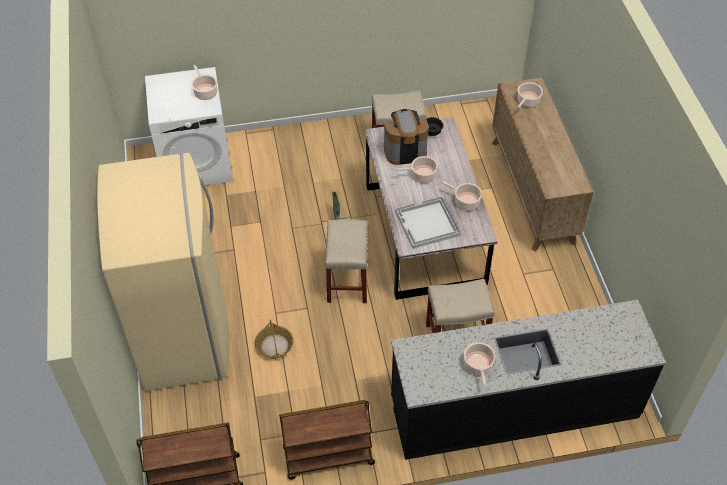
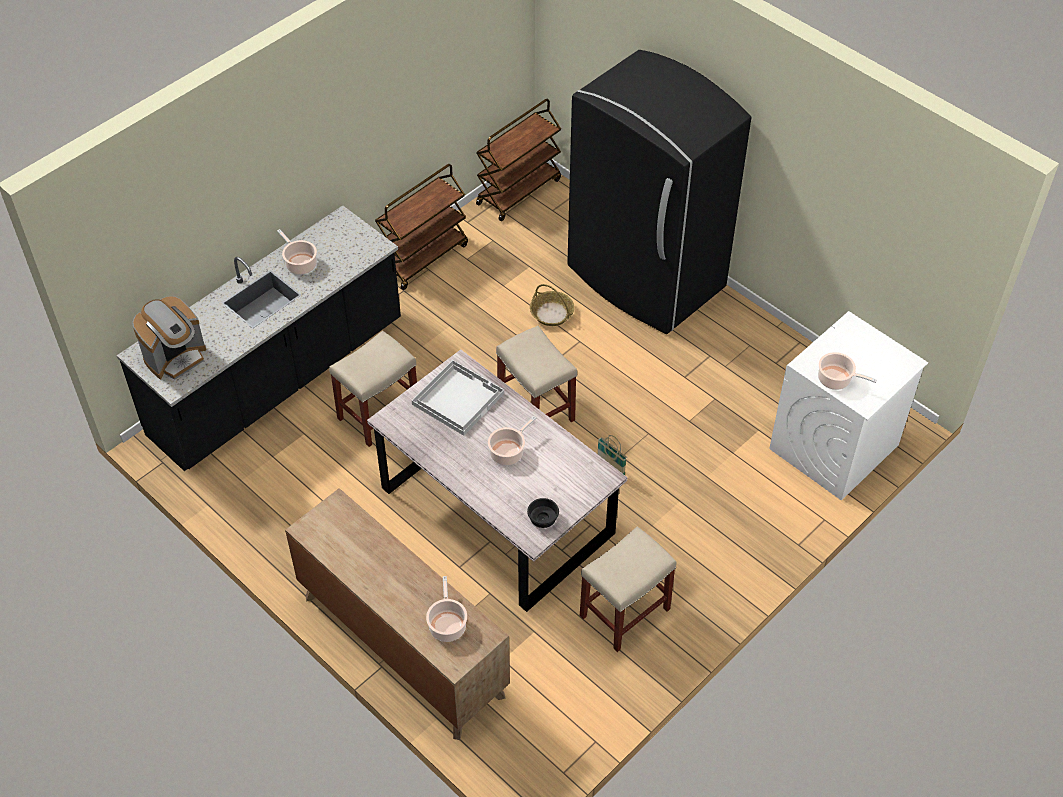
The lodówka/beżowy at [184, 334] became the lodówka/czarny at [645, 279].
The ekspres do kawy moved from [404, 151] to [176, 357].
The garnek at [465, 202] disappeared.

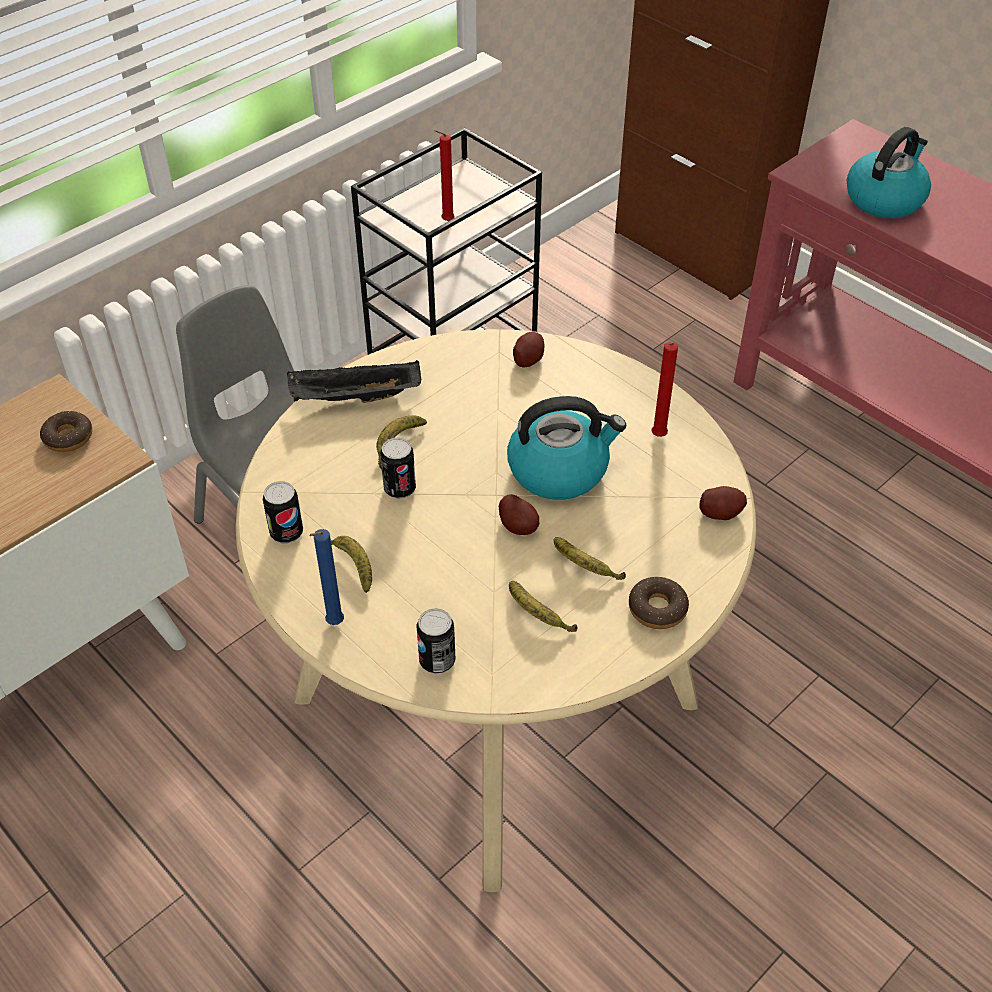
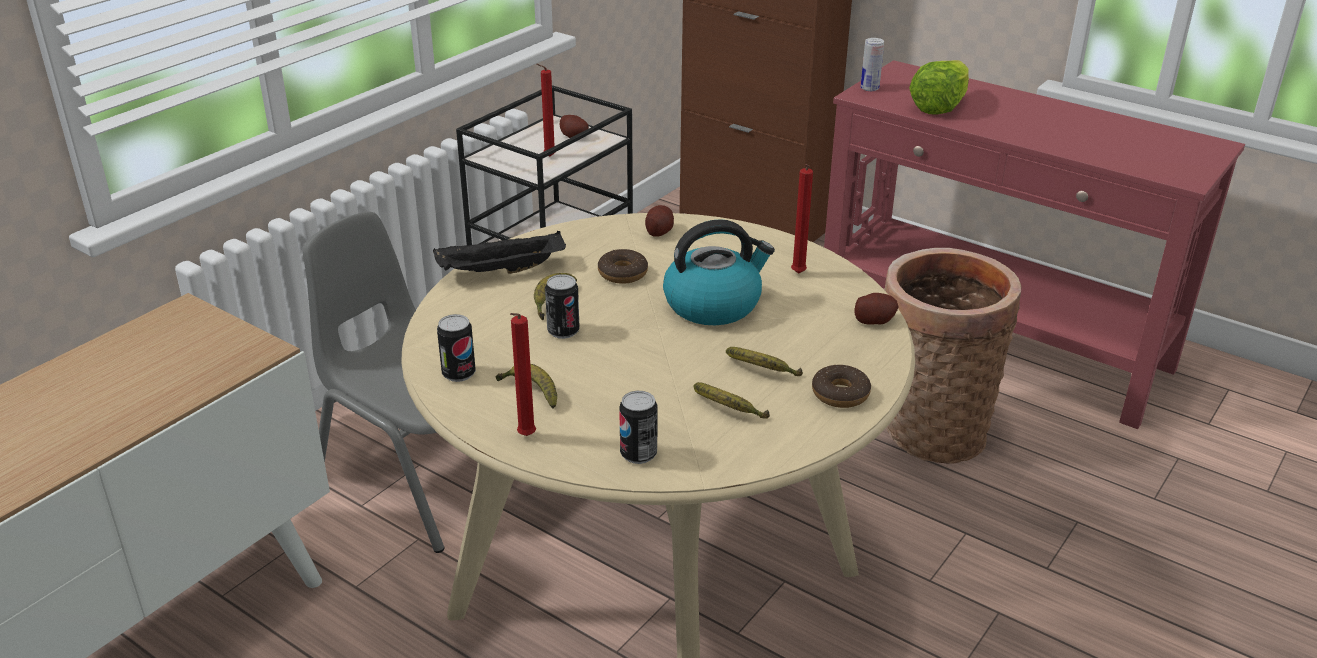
The donut moved from [68, 437] to [622, 273].
The świeca/niebieski at [333, 624] became the świeca/czerwony at [525, 437].
The ziemniak moved from [519, 526] to [574, 136].
The czajnik at [884, 199] was replaced by the sałata at [939, 106].
The puszka at [869, 88] appeared.
The koszyk at [929, 430] appeared.

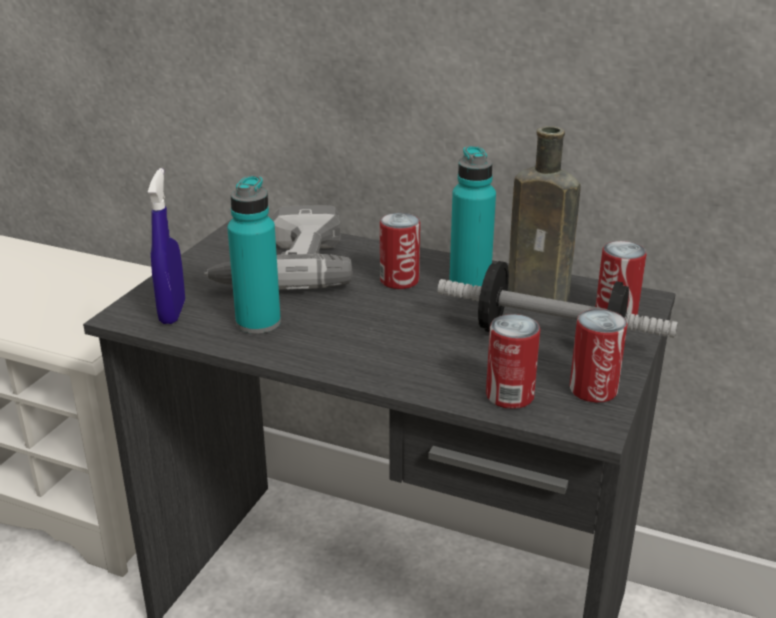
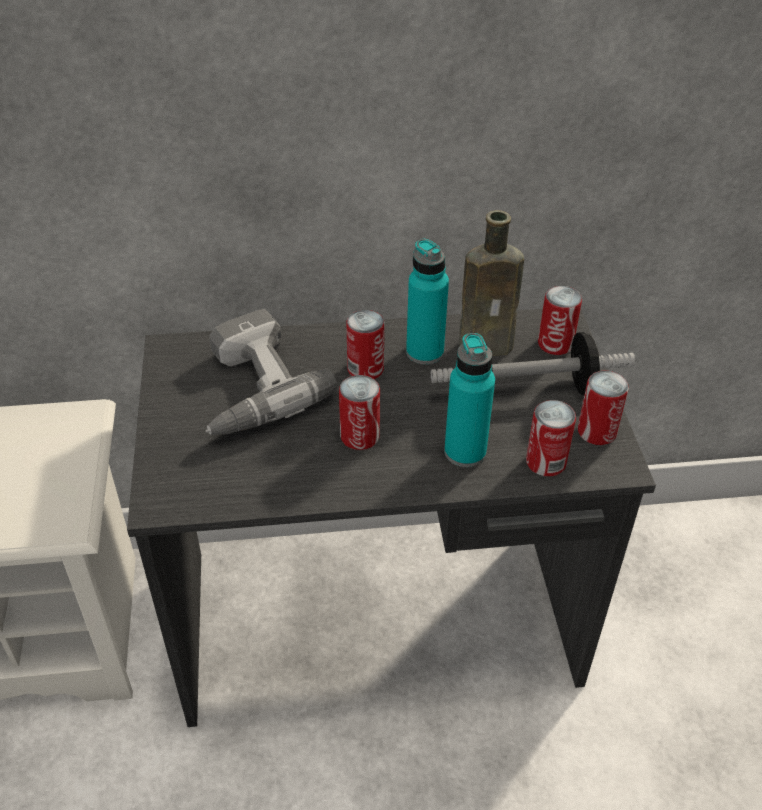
The spryskiwacz/niebieski at [172, 312] disappeared.
The butelka/turkusowy moved from [258, 323] to [465, 452].
The puszka at [360, 436] appeared.

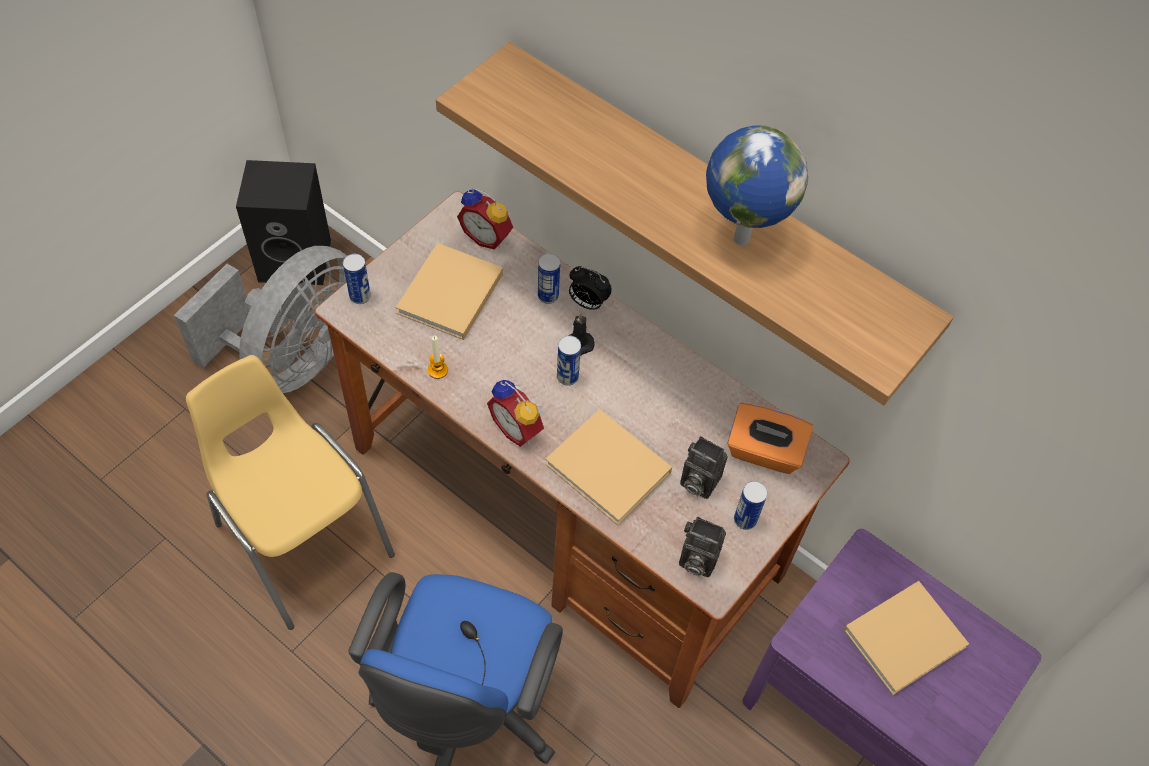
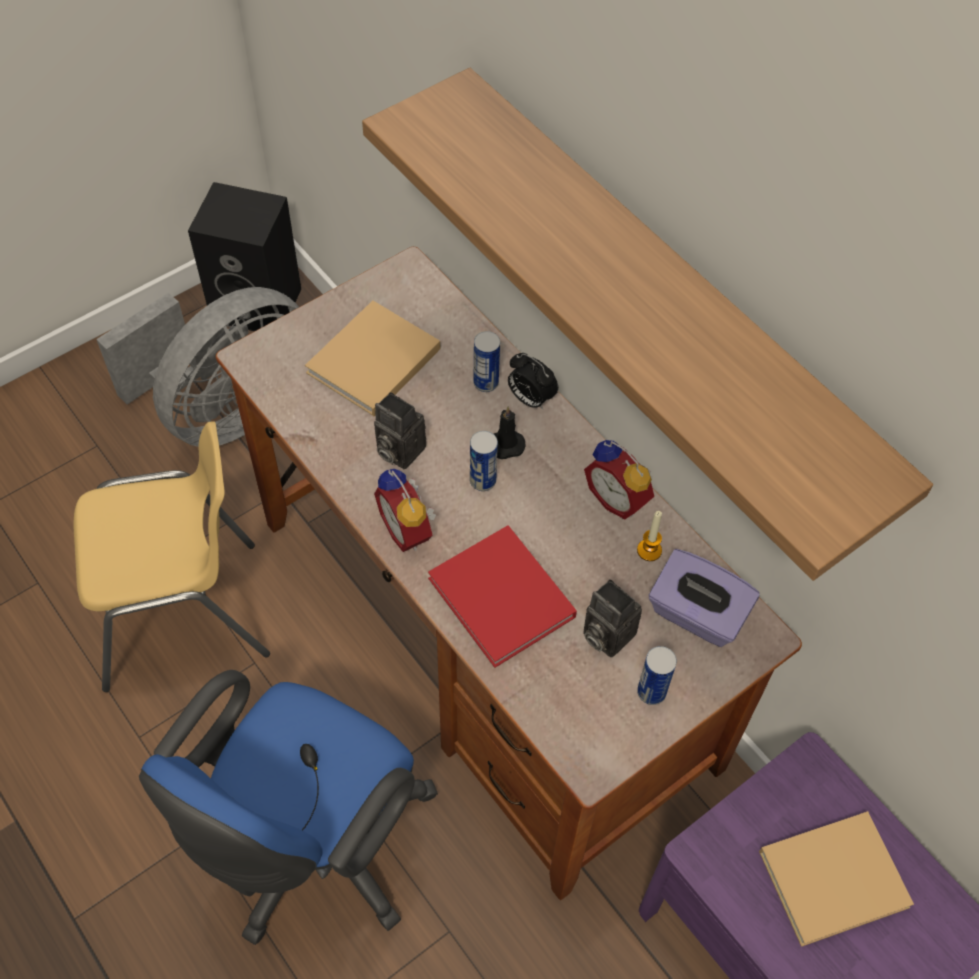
The krzesło/żółty at [302, 539] turned 105 degrees clockwise.
The puszka at [360, 296] disappeared.
The świeca moved from [438, 370] to [649, 550].
The budzik moved from [488, 236] to [619, 498].
The książka/beżowy at [610, 470] became the książka/czerwony at [503, 601].
The aparat fotograficzny moved from [696, 559] to [397, 450].
The globus at [739, 238] disappeared.
The pudełko chusteczek/pomarańczowy at [764, 452] became the pudełko chusteczek/fioletowy at [696, 614].

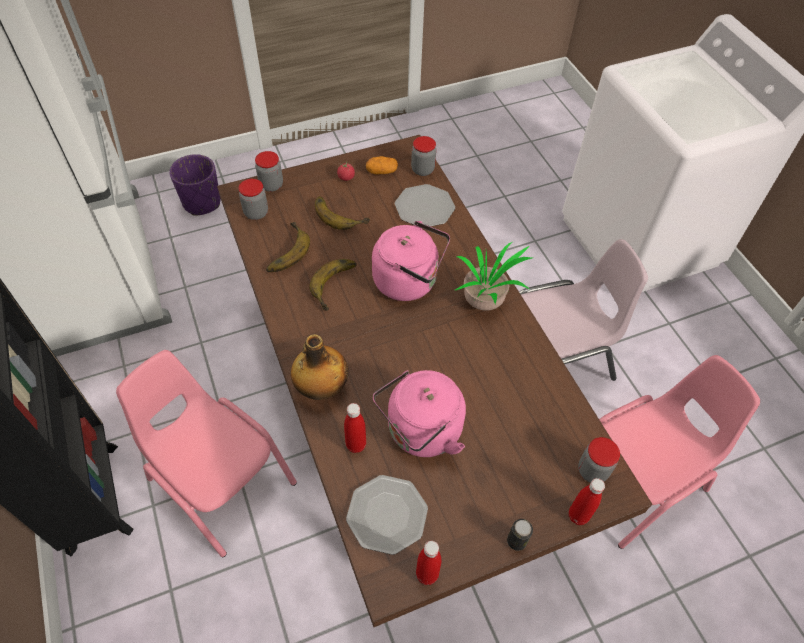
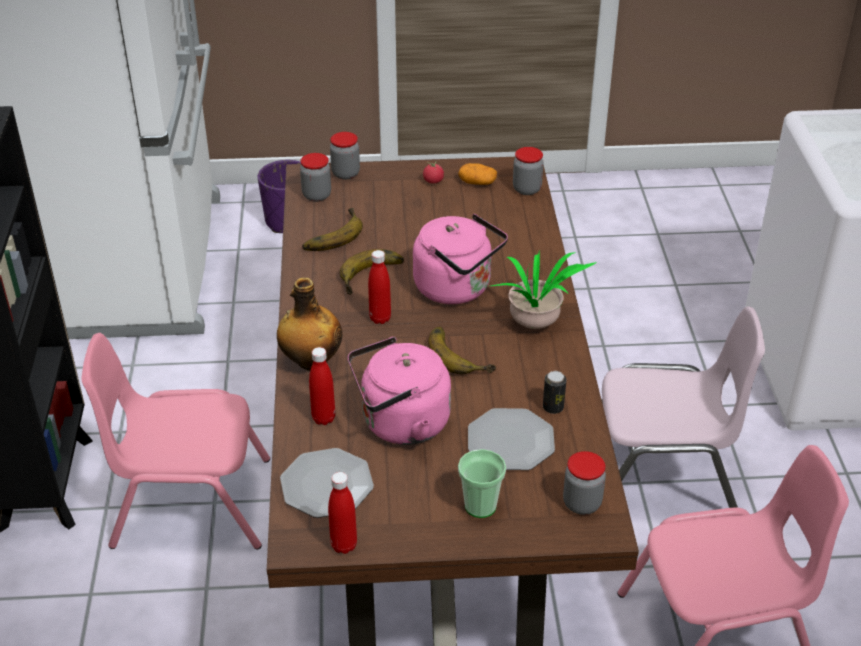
The krzesło/różowy at [220, 481] turned 60 degrees counterclockwise.
The banan moved from [340, 213] to [460, 354].
The talerz moved from [424, 207] to [510, 441].
The puszka moved from [516, 541] to [553, 407].
The butelka/czerwony moved from [578, 516] to [380, 318].
The filiżanka at [480, 506] appeared.

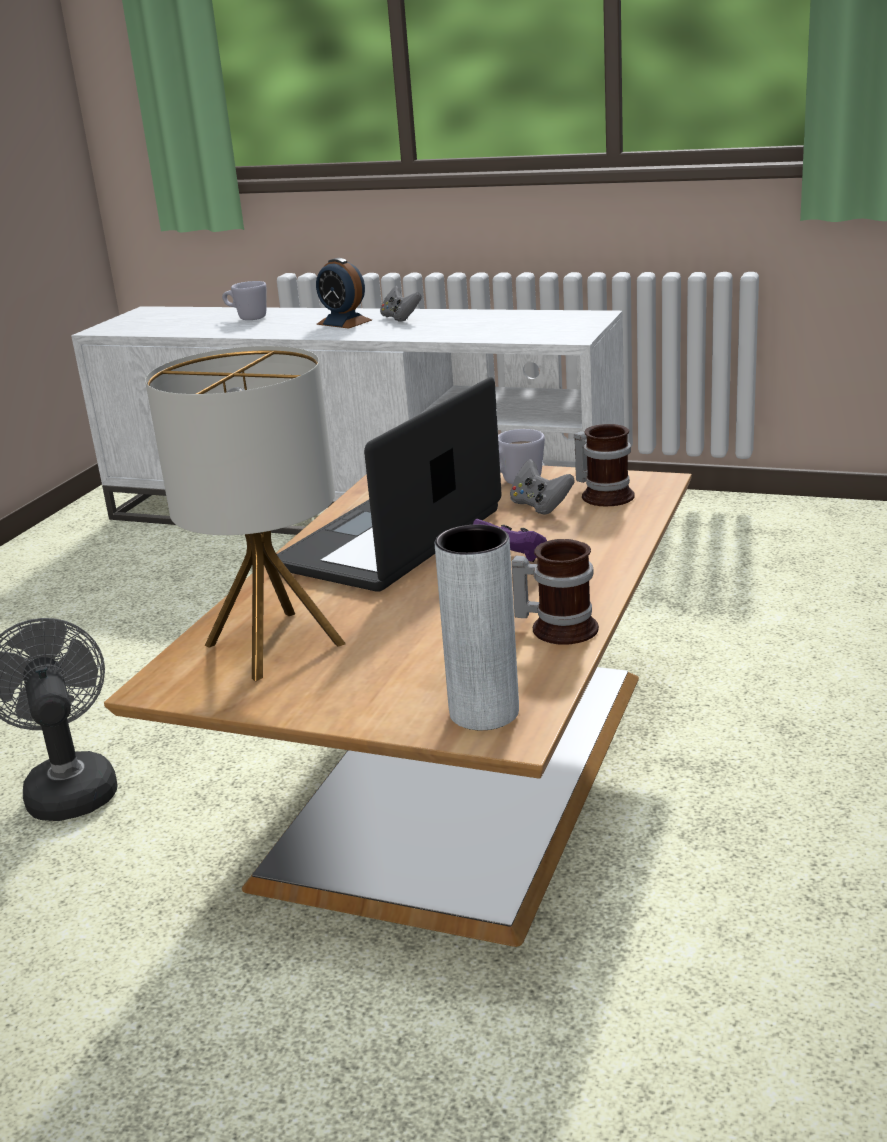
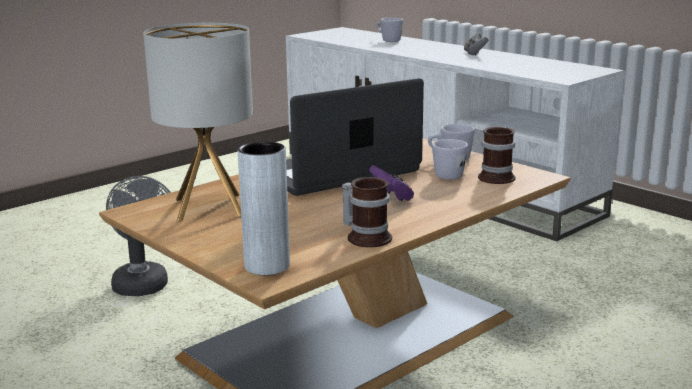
The budzik at [344, 322] disappeared.
The pad do gier/szary at [540, 506] was replaced by the kubek/biały at [447, 174].

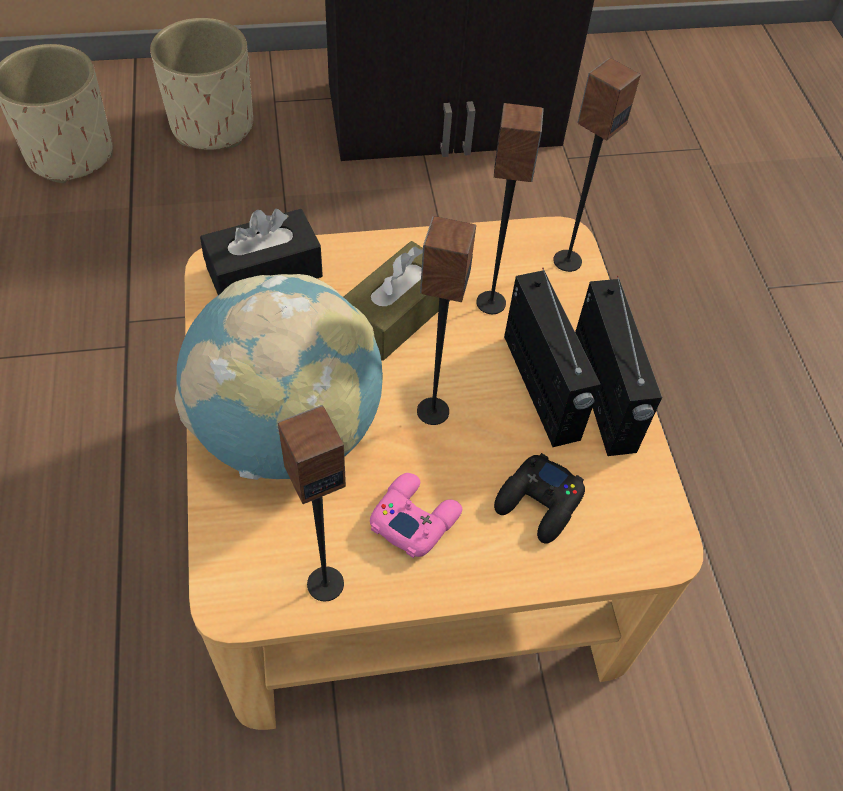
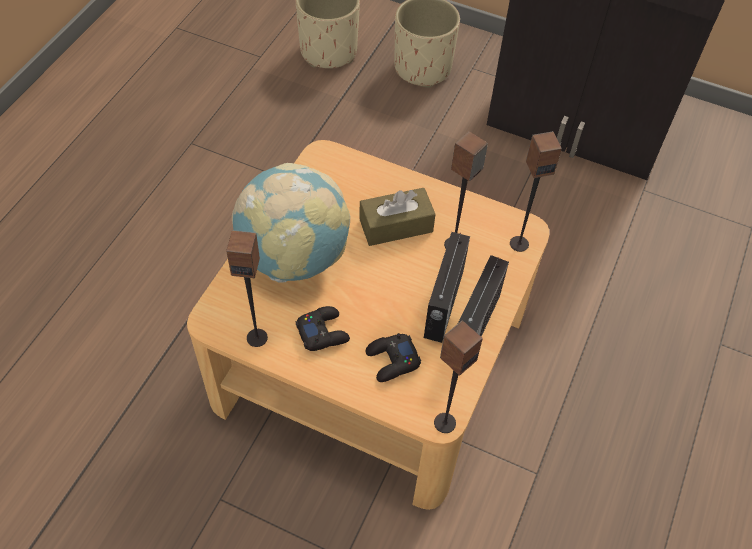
The pudełko chusteczek/czarny at [264, 272] disappeared.
The pad do gier/różowy at [414, 518] became the pad do gier/czarny at [323, 332].
The głośnik moved from [432, 411] to [444, 422].

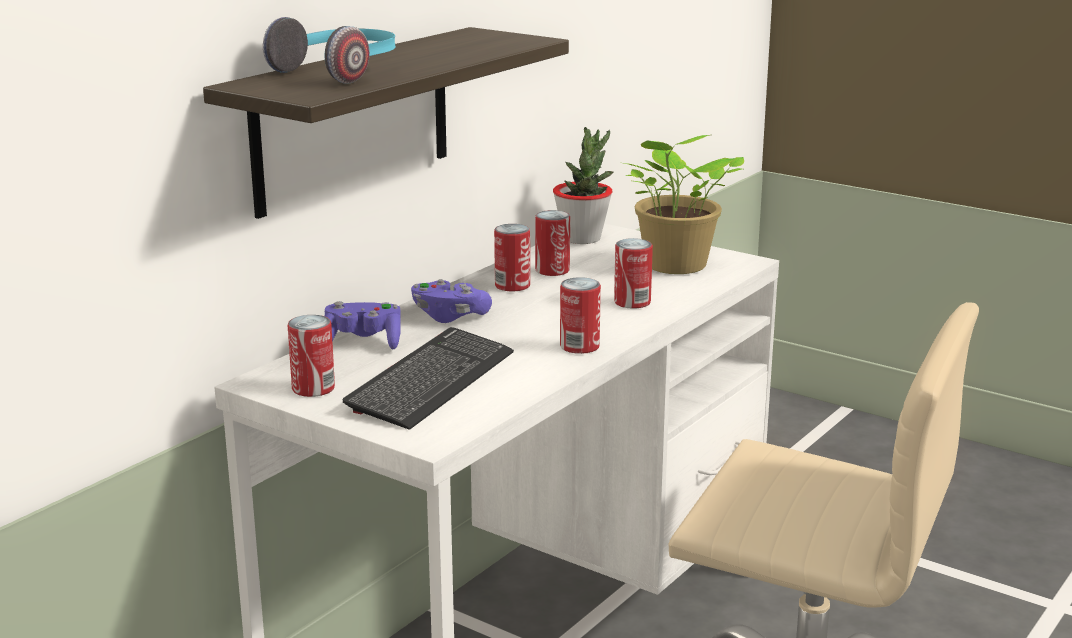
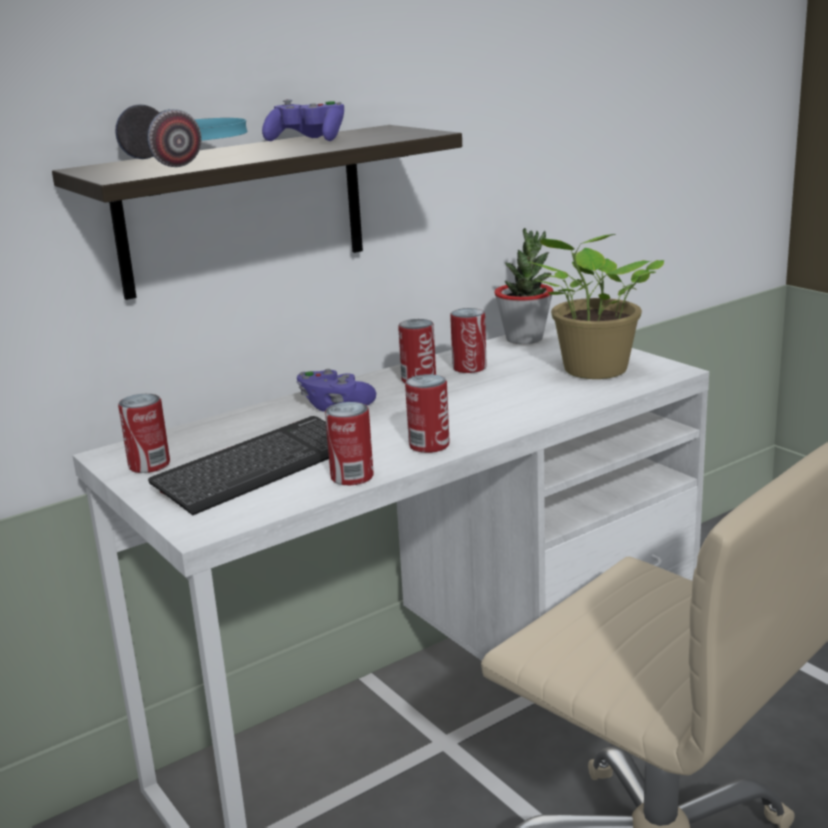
The pad do gier/fioletowy moved from [362, 343] to [307, 140].
The puszka moved from [632, 302] to [352, 477].

